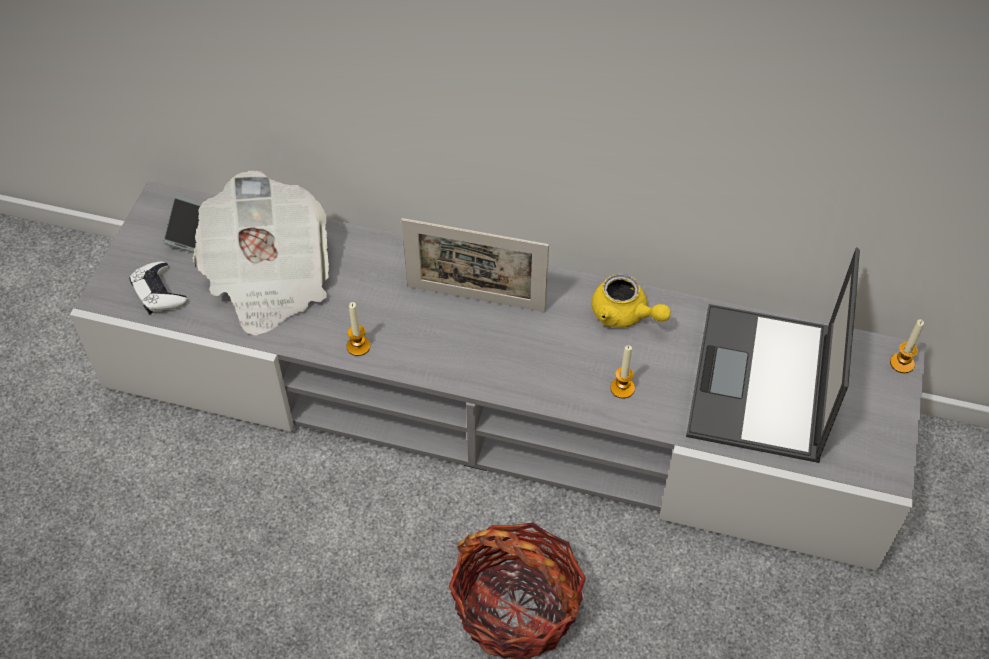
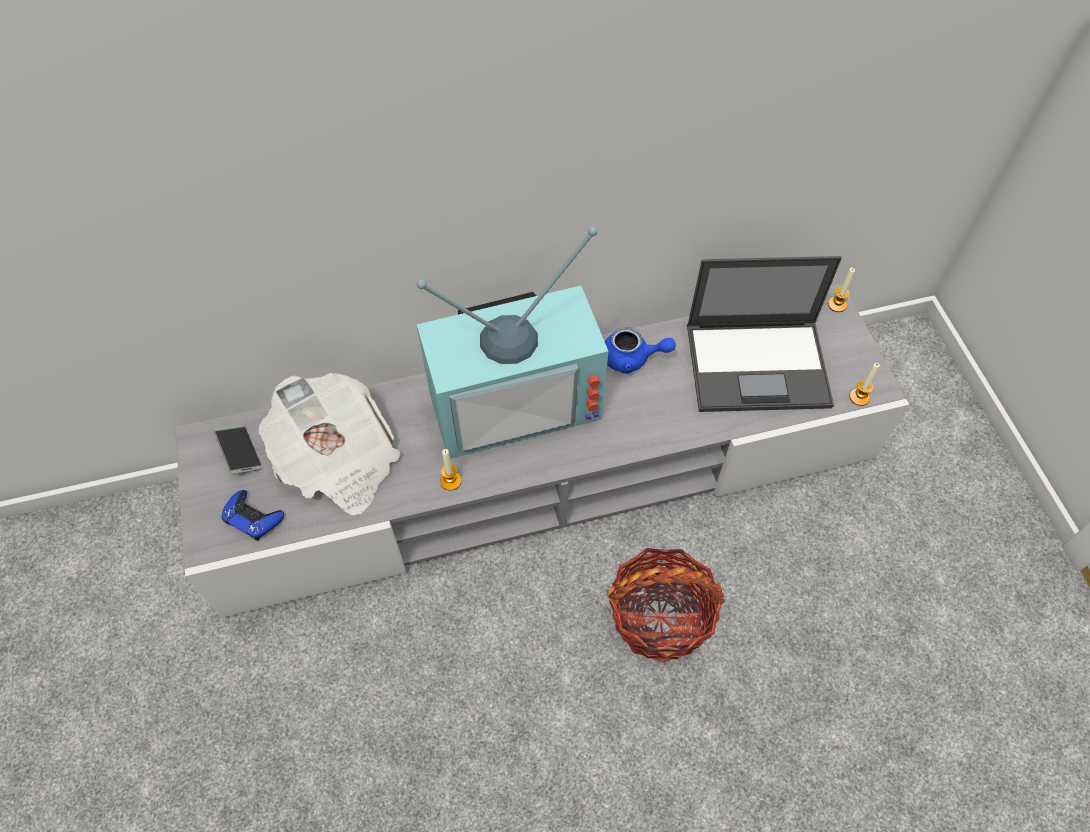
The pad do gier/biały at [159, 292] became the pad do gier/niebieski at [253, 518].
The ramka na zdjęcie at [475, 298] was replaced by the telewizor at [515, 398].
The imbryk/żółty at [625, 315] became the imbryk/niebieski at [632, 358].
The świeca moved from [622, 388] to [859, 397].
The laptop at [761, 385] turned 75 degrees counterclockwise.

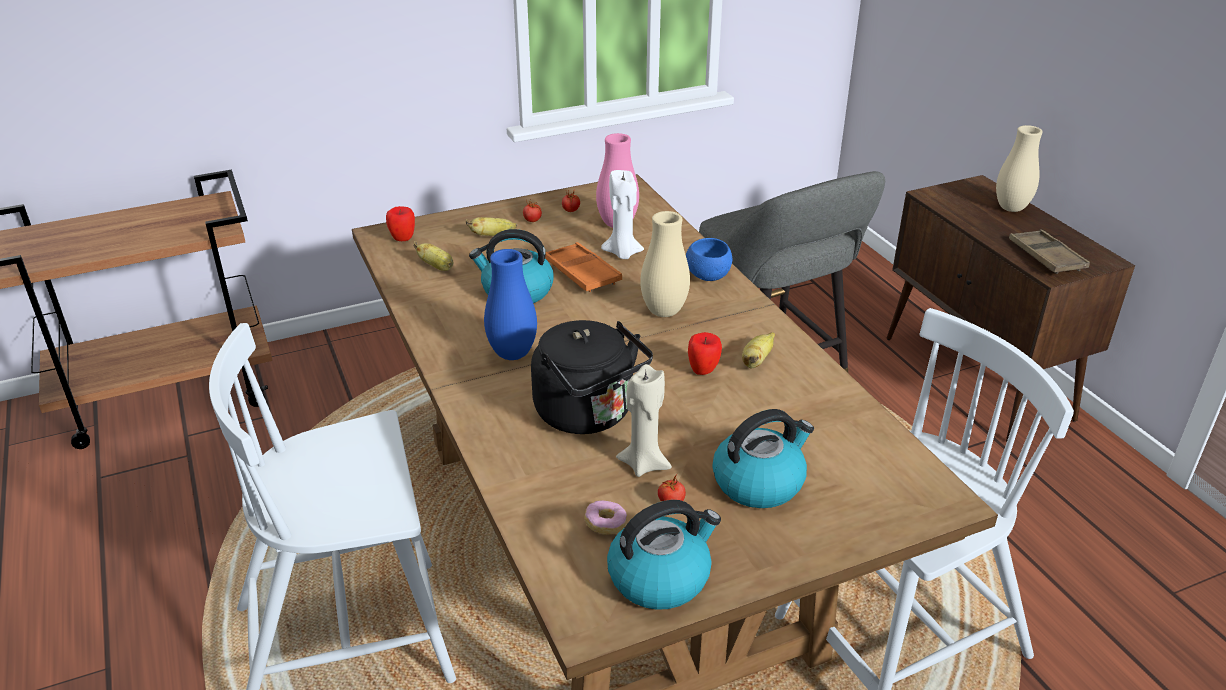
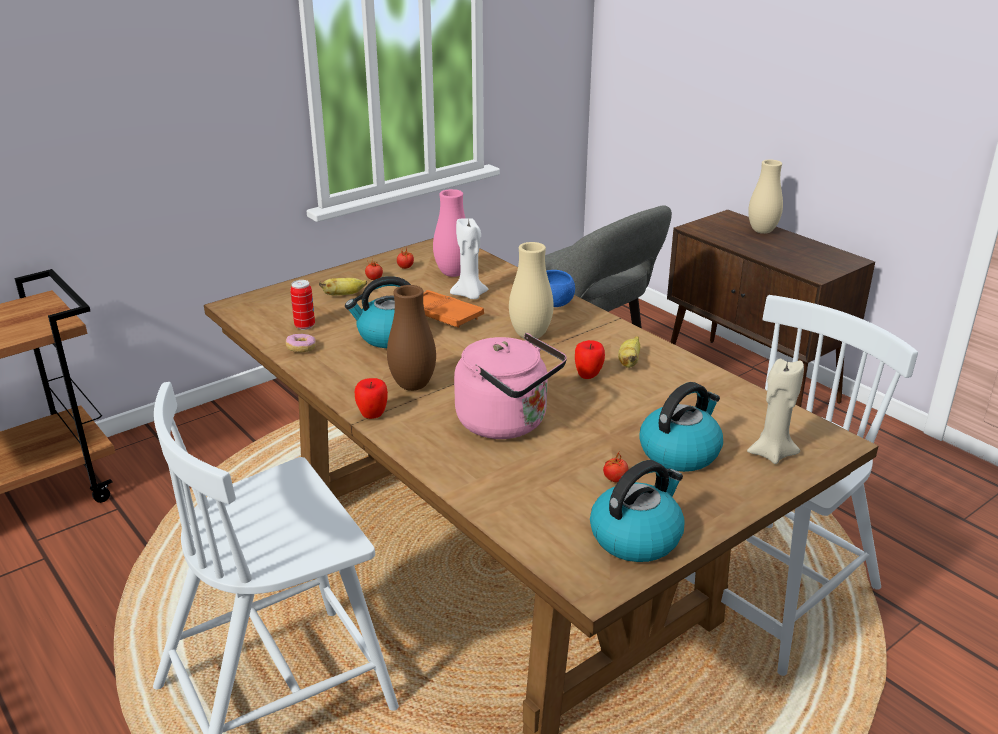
The jabłko moved from [403, 239] to [372, 416].
The banan at [437, 267] was replaced by the puszka at [305, 326].
The wazon/niebieski at [512, 354] became the wazon/brązowy at [413, 385].
The czajnik/czarny at [589, 414] became the czajnik/różowy at [507, 423].
The donut moved from [605, 524] to [301, 349].
The świeca/beżowy moved from [644, 464] to [771, 453].
The taca/brązowy at [1046, 257] disappeared.

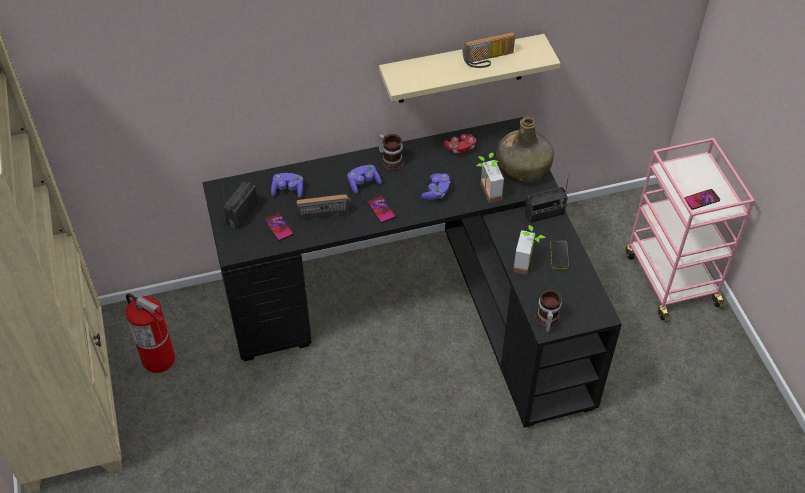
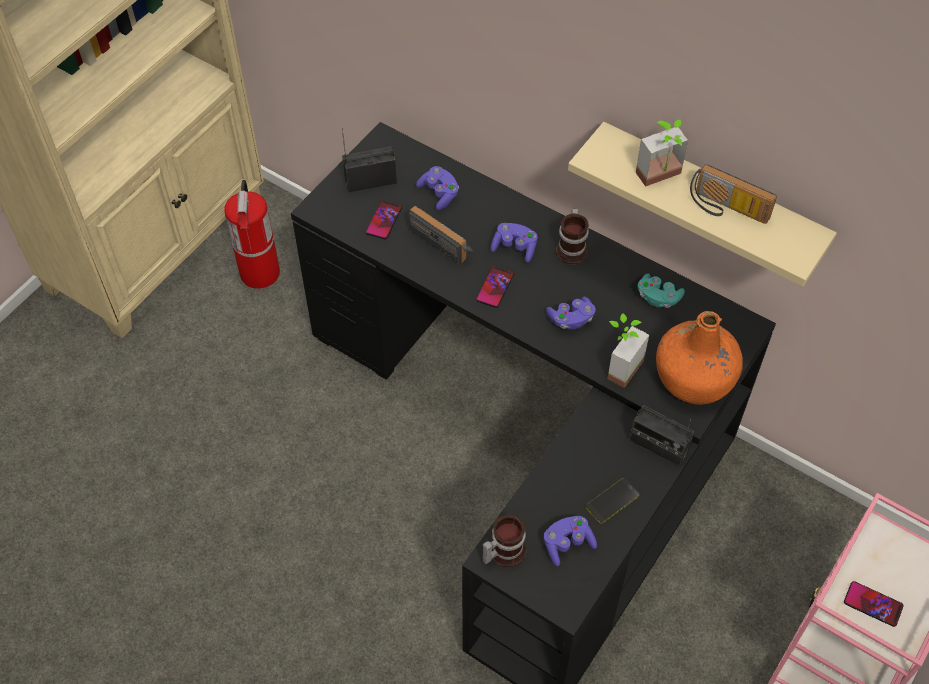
The pad do gier/czerwony at [460, 149] became the pad do gier/turkusowy at [658, 297].
The butelka/zielony at [523, 168] became the butelka/pomarańczowy at [695, 377].
The roślina doniczkowa moved from [528, 264] to [662, 179].
The pad do gier/fioletowy at [567, 544] appeared.

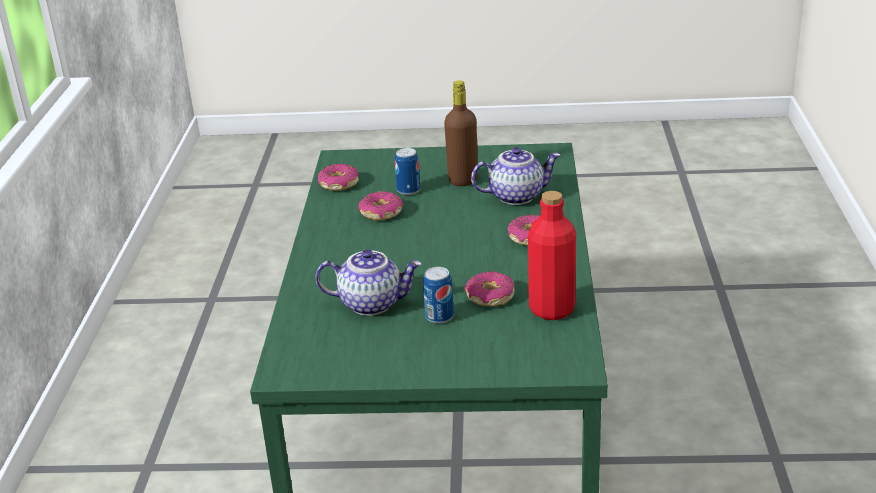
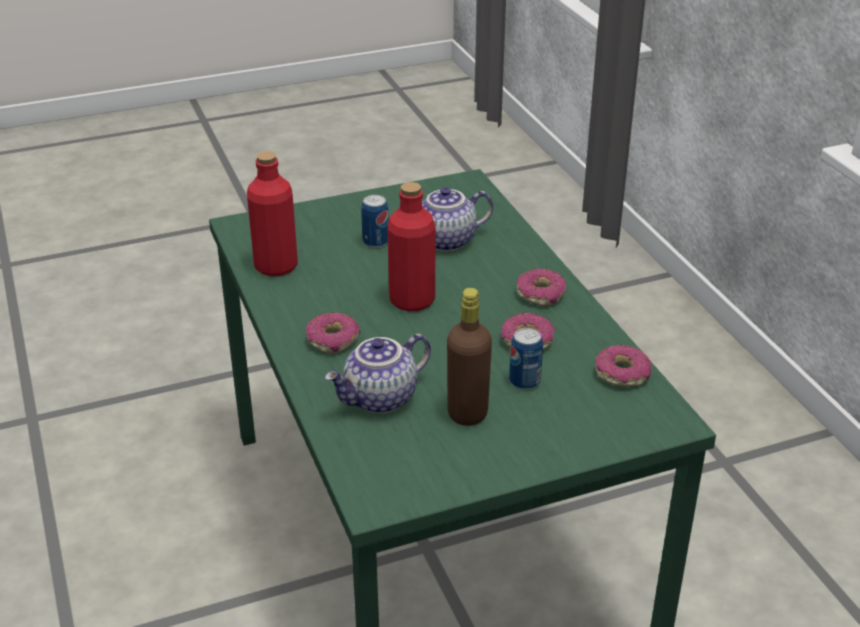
The donut moved from [490, 297] to [541, 294].
The butelka/czerwony at [412, 300] appeared.

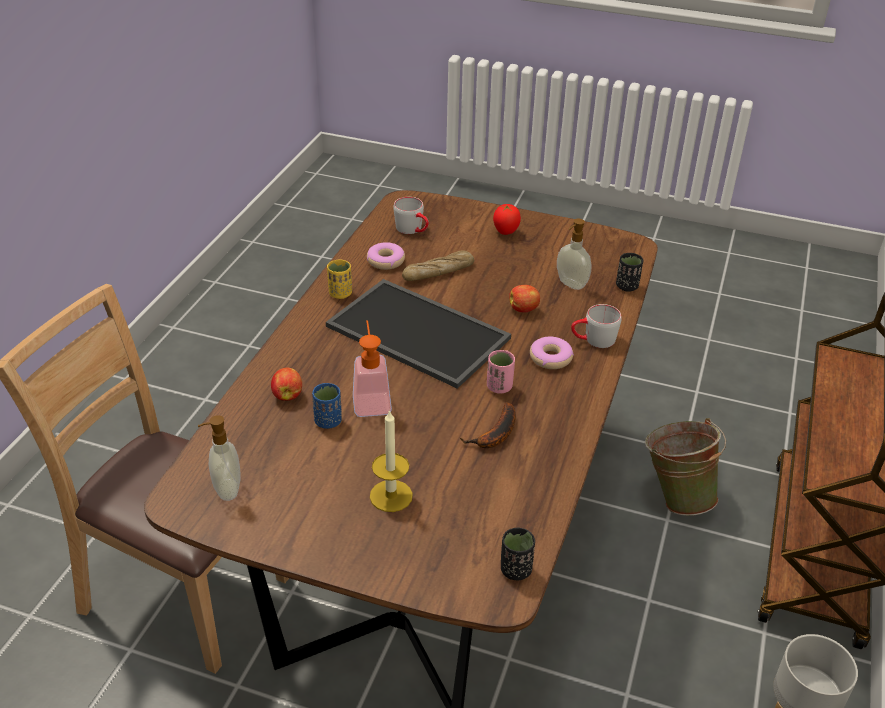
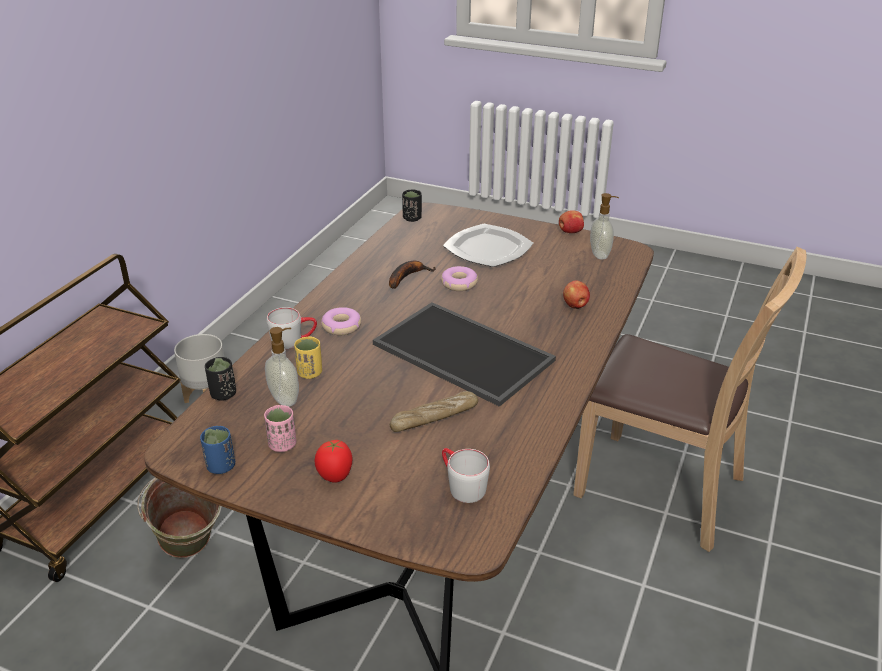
The filiżanka/niebieski moved from [328, 421] to [221, 466].
The filiżanka/żółty moved from [340, 293] to [310, 373].
The dozownik mydła at [371, 400] disappeared.
The donut moved from [386, 261] to [459, 284].
The świeca at [391, 496] was replaced by the talerz at [487, 249].
The filiżanka/różowy moved from [499, 387] to [282, 445].
The jabłko moved from [523, 309] to [570, 232].

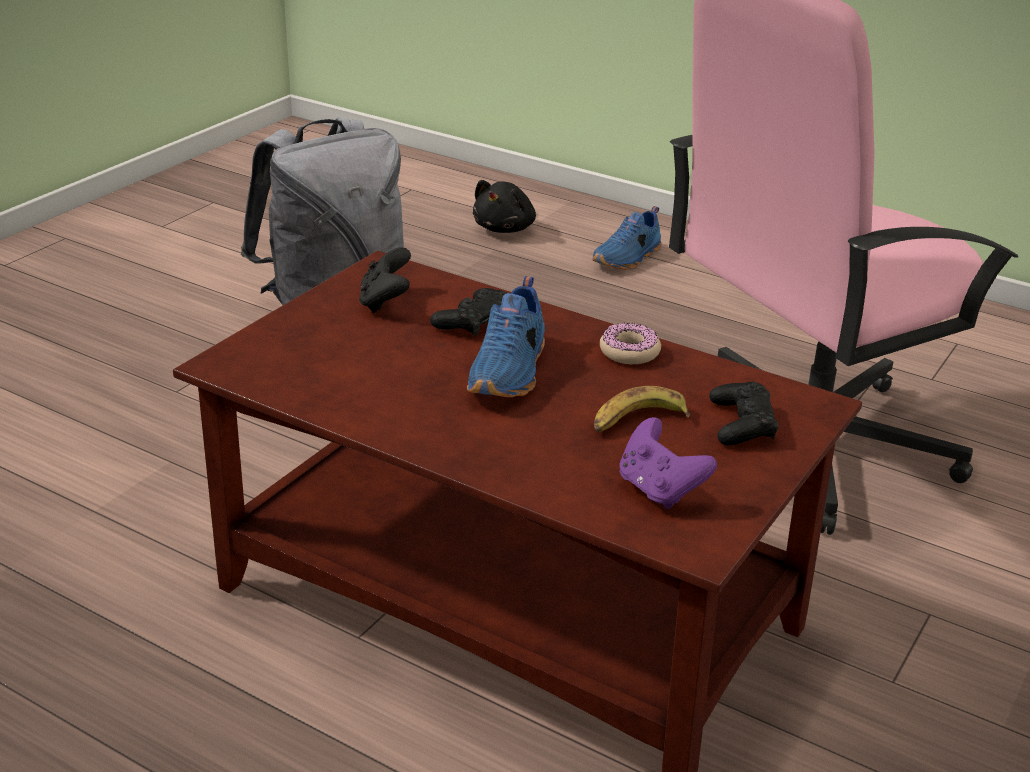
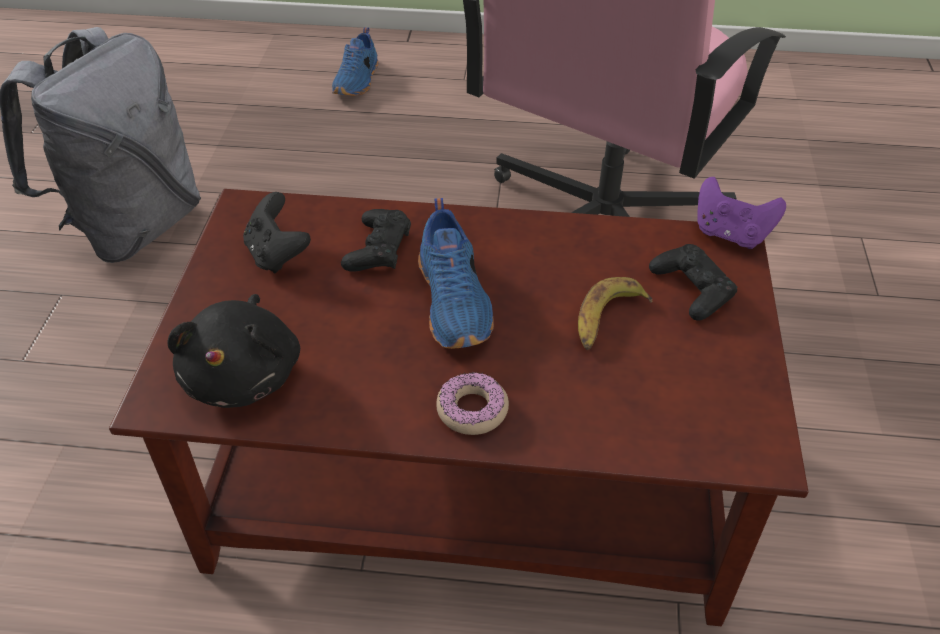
The pluszak/czarny moved from [505, 228] to [245, 374].
The donut moved from [629, 352] to [472, 410].
The pad do gier/fioletowy moved from [659, 490] to [730, 234].

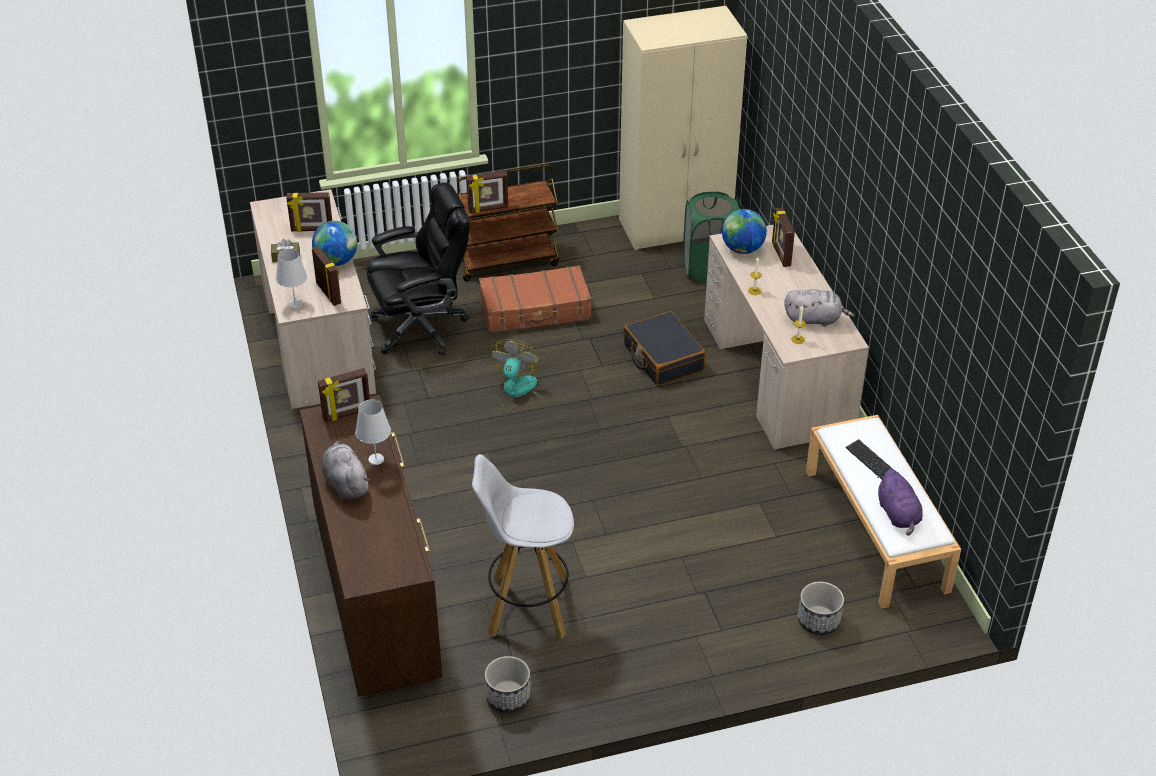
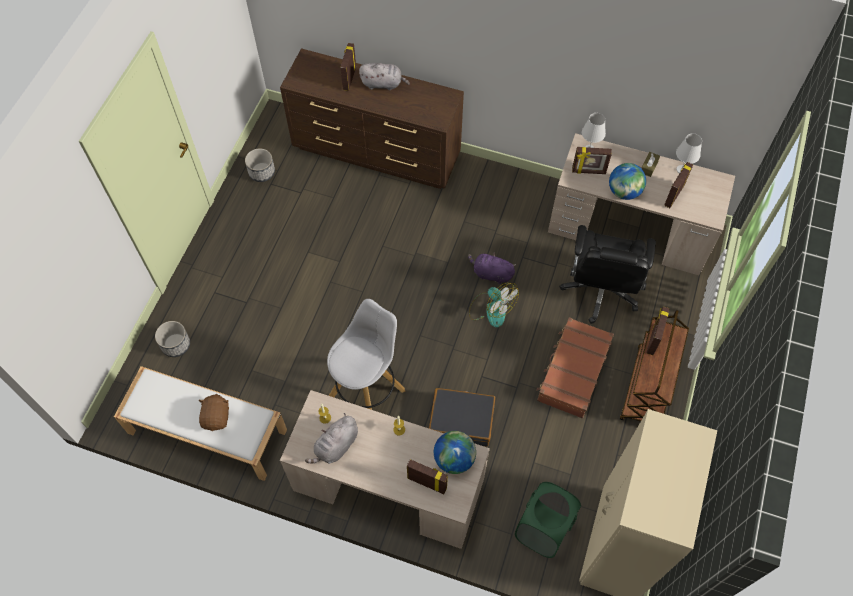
The ramka na zdjęcie moved from [347, 414] to [349, 78].
The lampa stołowa/biały moved from [376, 459] to [681, 170].
The stołek/biały moved from [526, 607] to [368, 392].
The klawiatura at [870, 461] was replaced by the pluszak/brązowy at [217, 417].
The pluszak/fioletowy moved from [898, 515] to [491, 274].

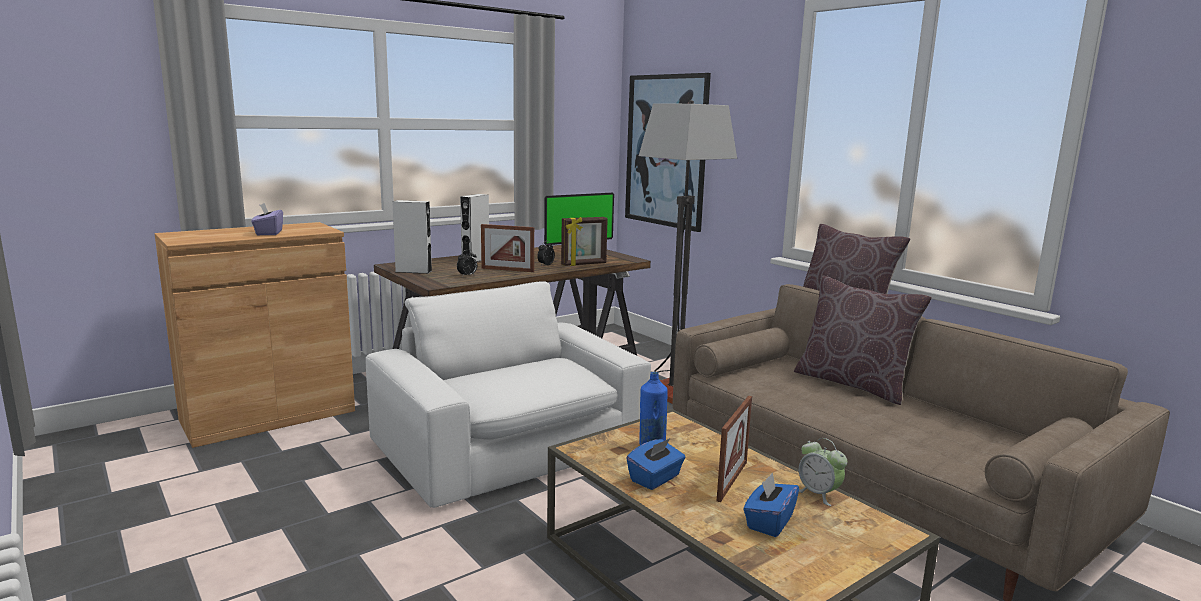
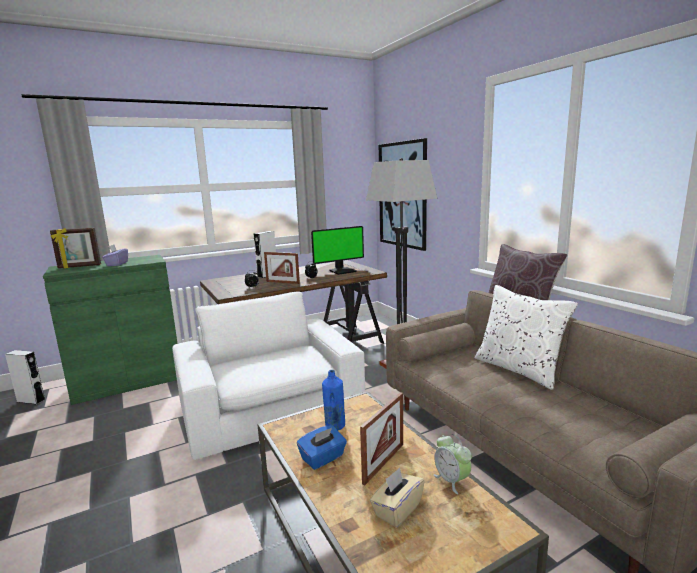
The szafka/brązowy at [268, 415] became the szafka/zielony at [128, 381].
The głośnik/biały moved from [413, 271] to [31, 400].
The ramka na zdjęcie moved from [584, 264] to [79, 266].
The pudełko chusteczek/niebieski at [769, 522] became the pudełko chusteczek/beżowy at [397, 509].
The poduszka/brązowy at [853, 384] became the poduszka/biały at [519, 369].

